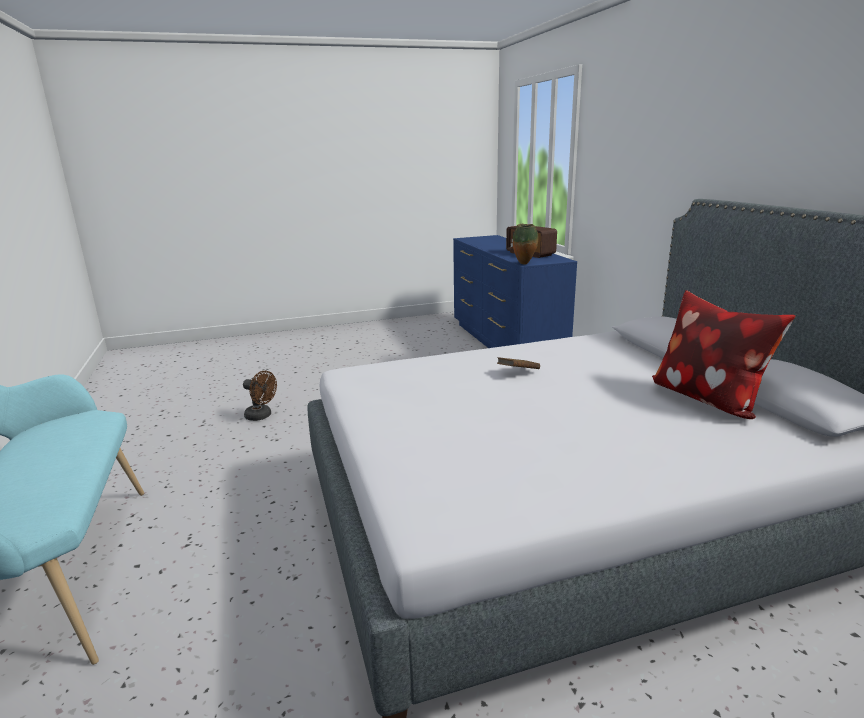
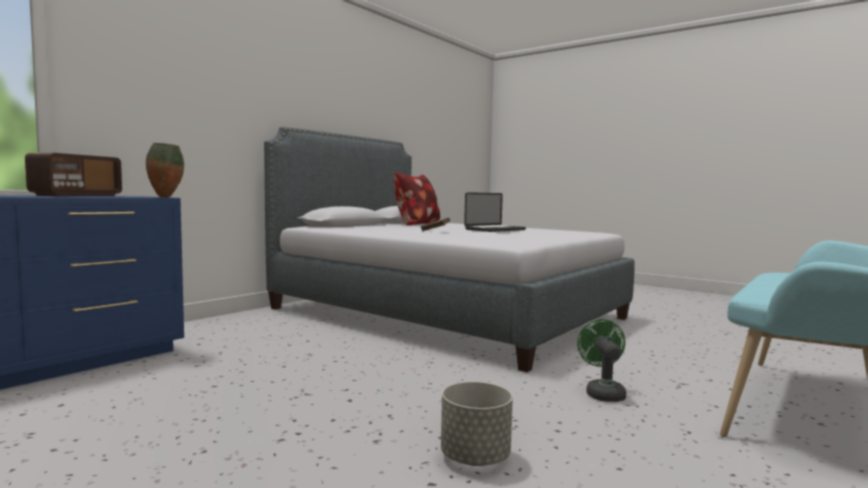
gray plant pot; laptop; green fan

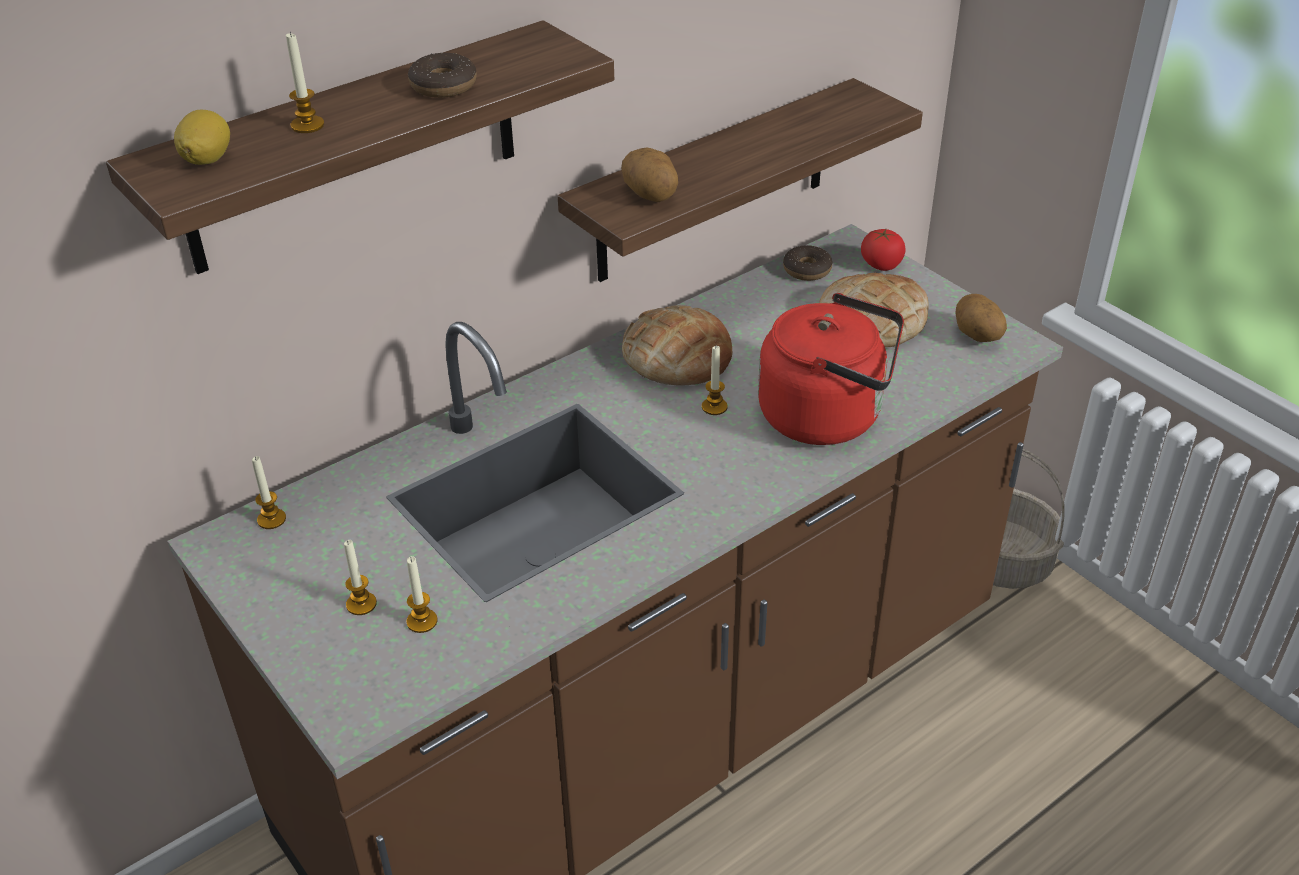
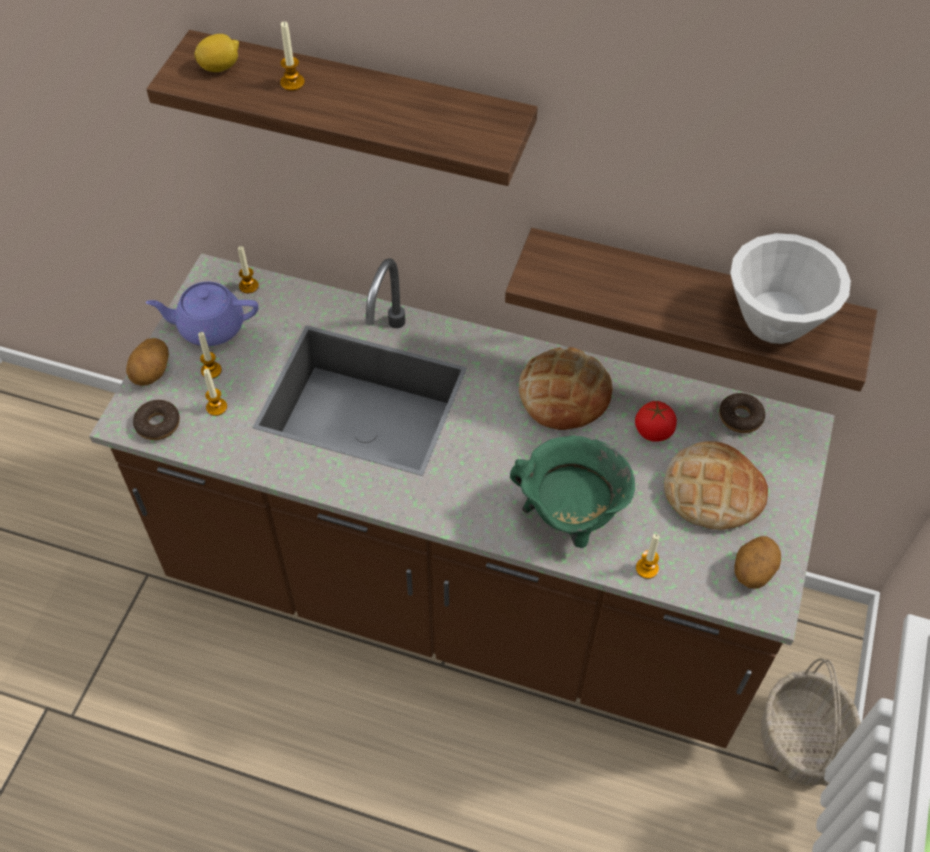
doughnut (1st from left); whole potato (1st from left); wax candle (5th from left); green saucepot; fresh tomato; purple-coloured tea pot; white serving bowl

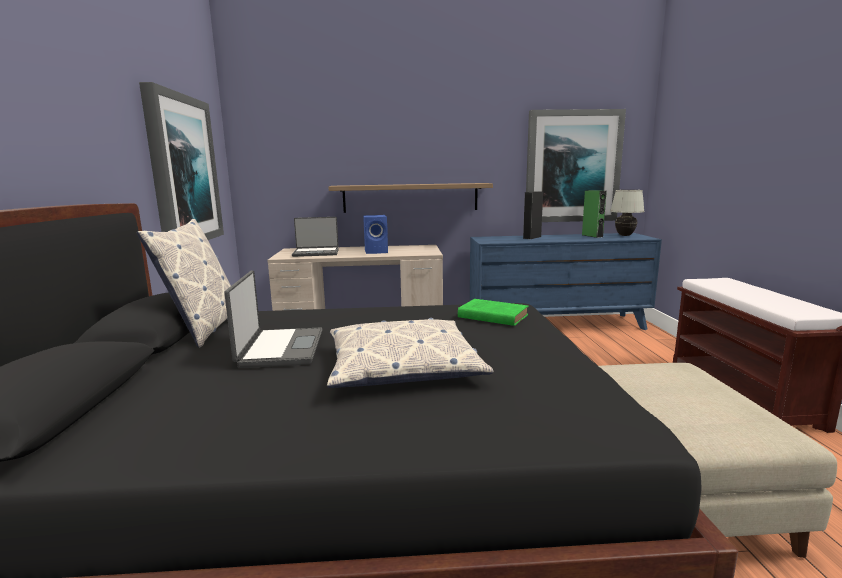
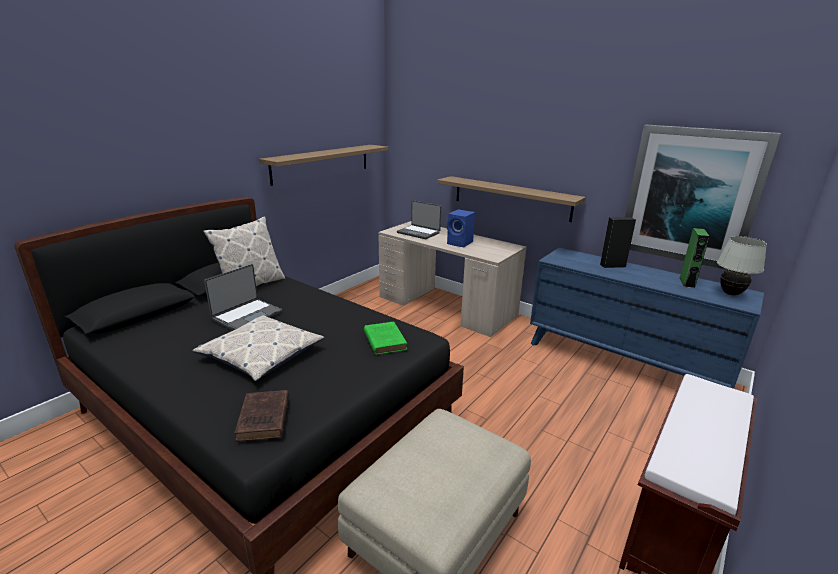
wall shelf (1st from left); brownish book

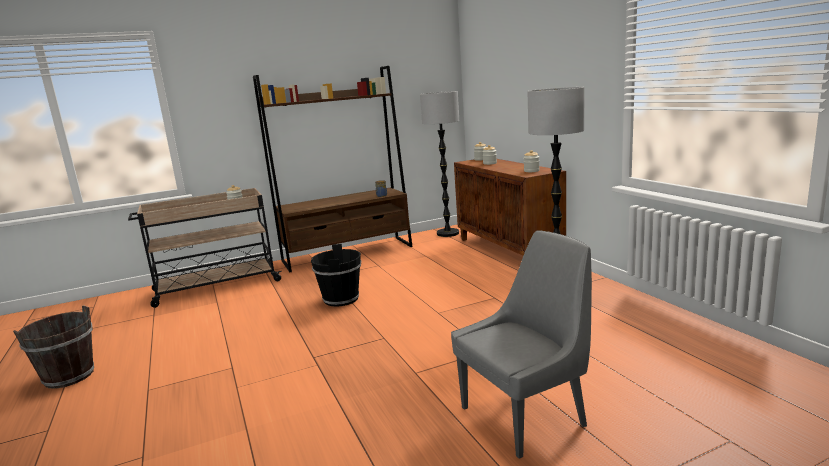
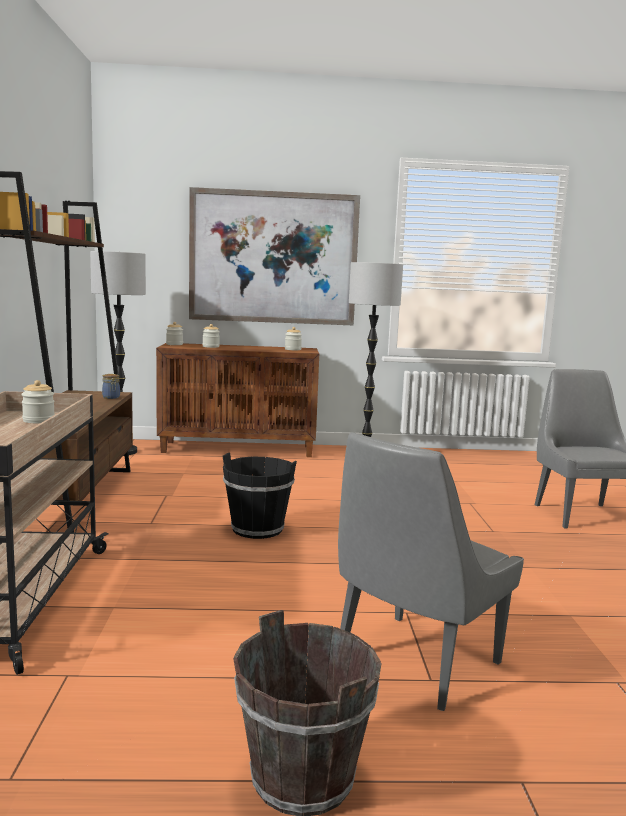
picture; gray upright chair (1st from left)

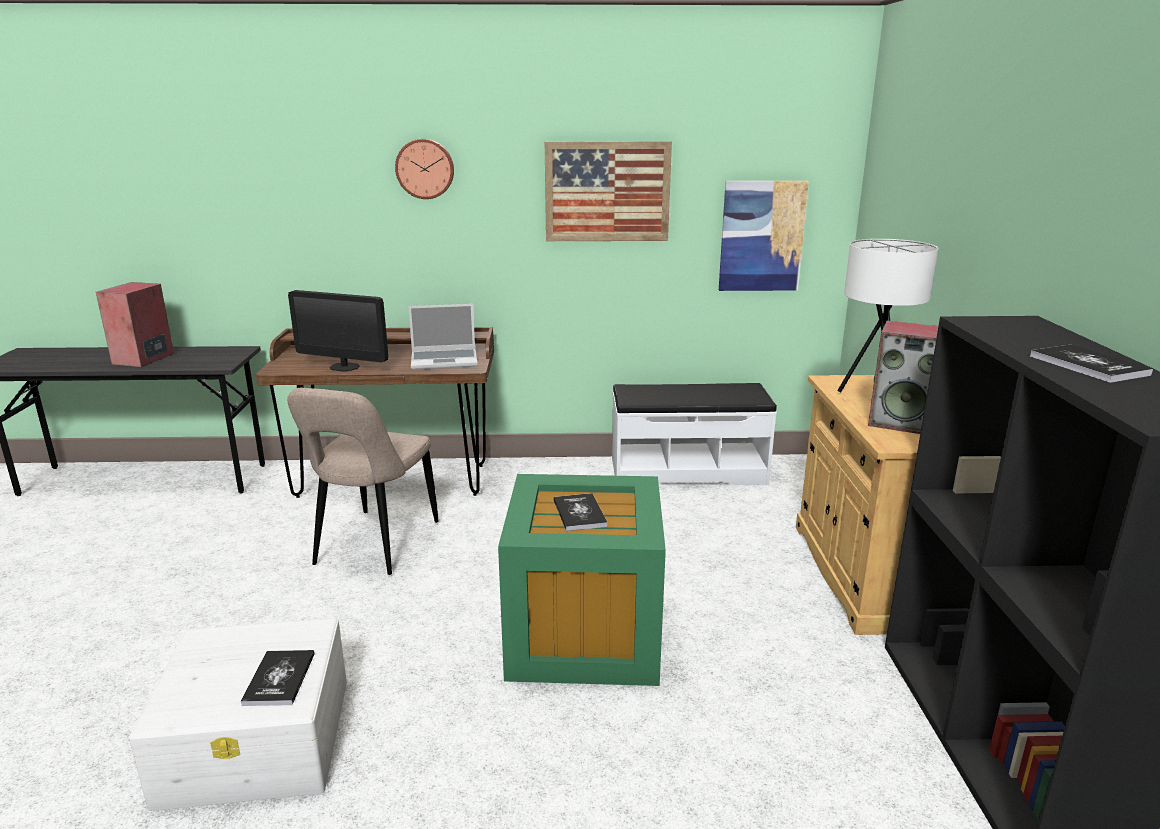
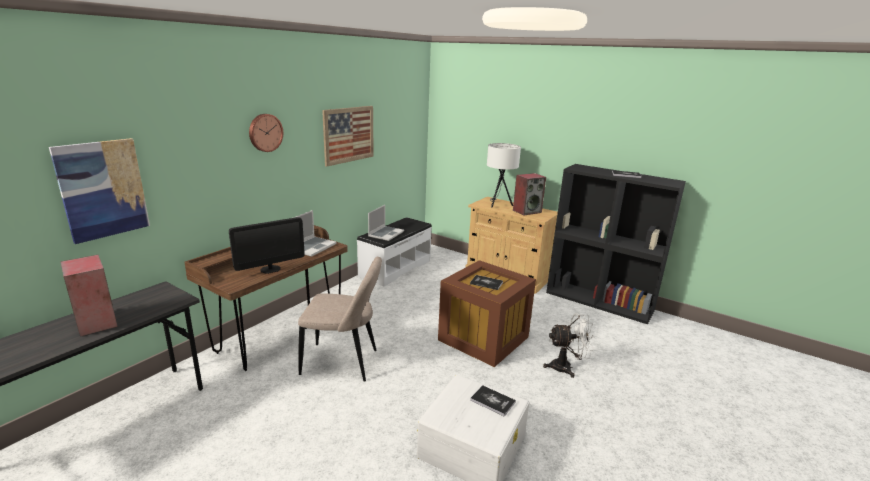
sand-coloured upright chair; brownish storage bin; picture (1st from left); laptop (2nd from left); white fan

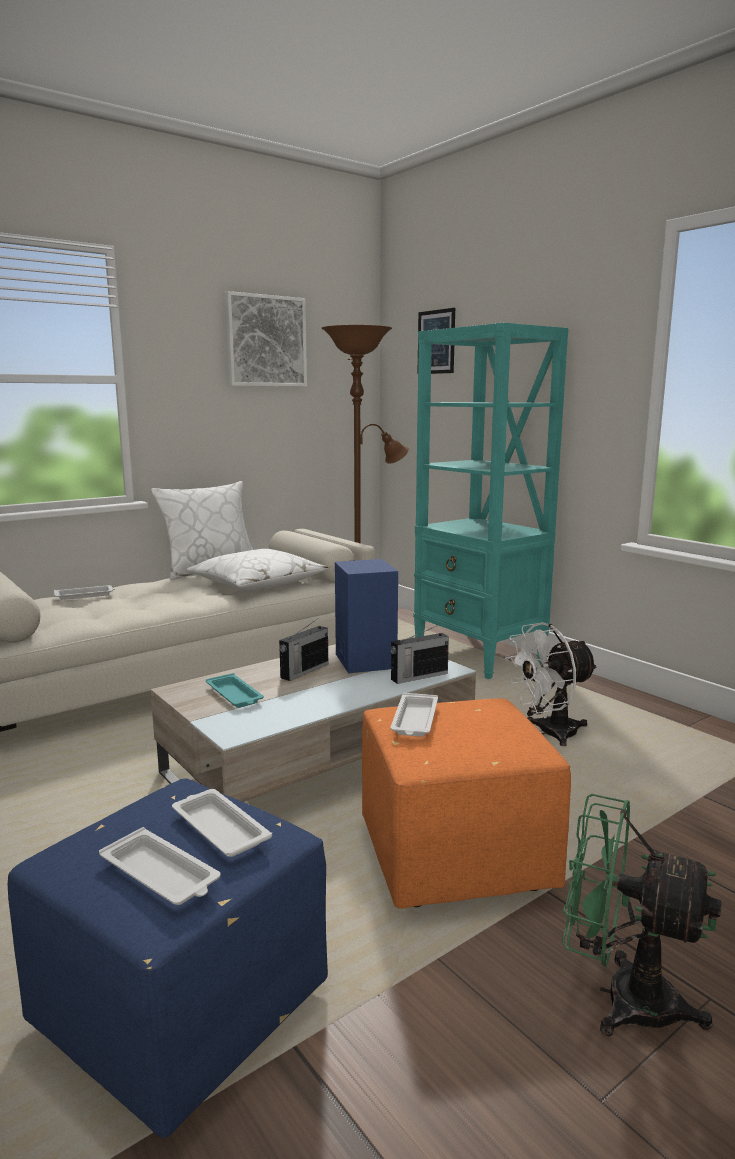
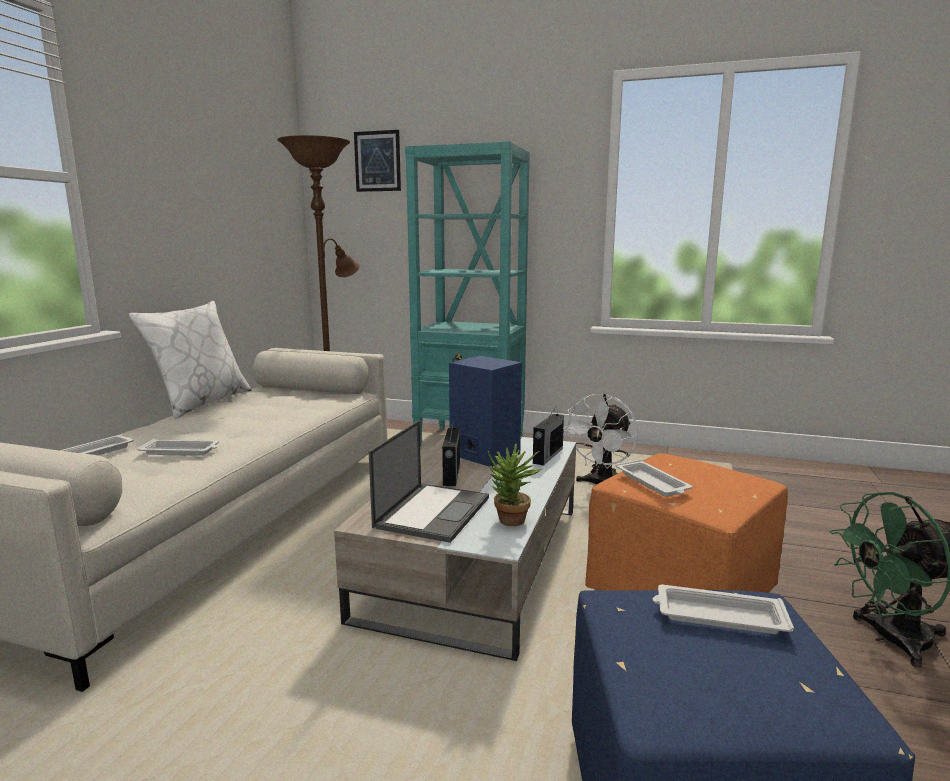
white carrying tray (2nd from left); white throw pillow (2nd from left in the first image); laptop; picture (1st from left in the first image); potted plant

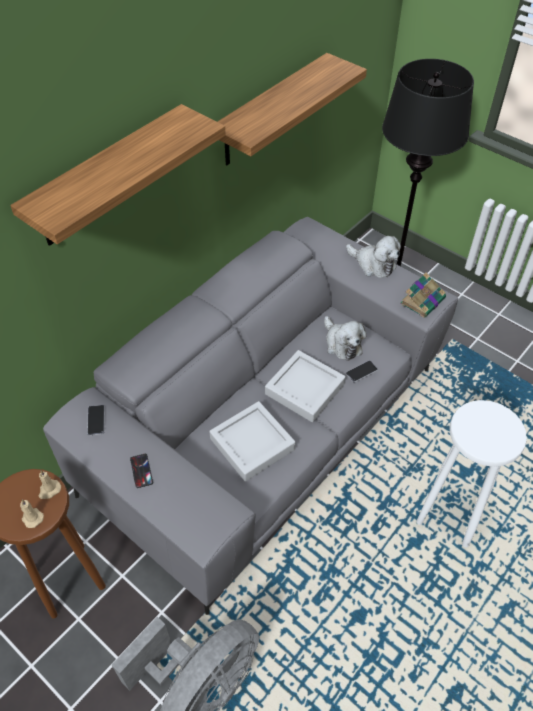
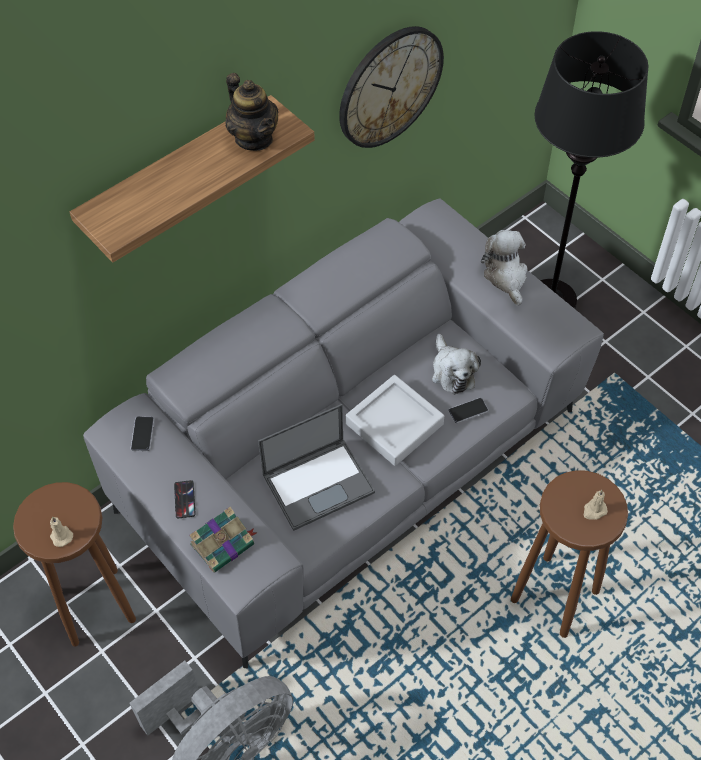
sand-coloured wax candle (2nd from left); laptop; clock on the wall; plush toy (2nd from left); book; brownish stool seat (2nd from left); tea pot

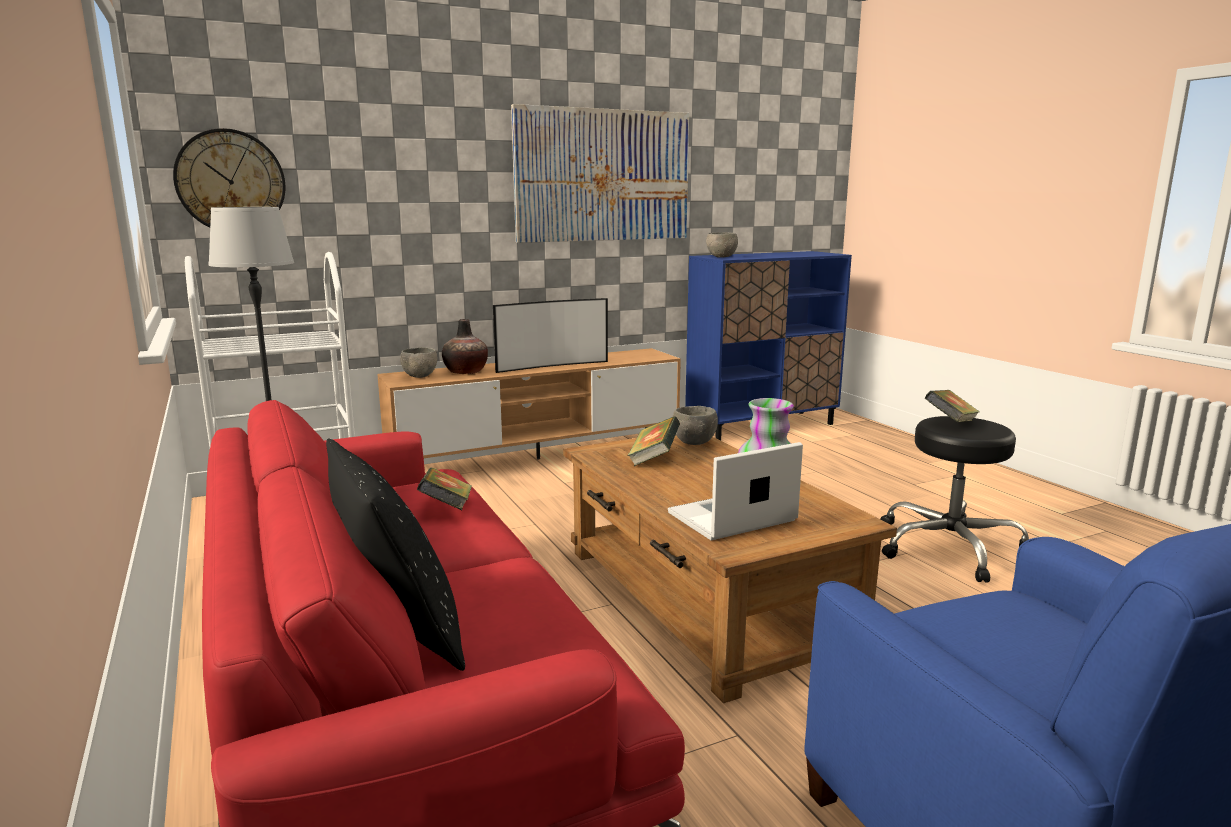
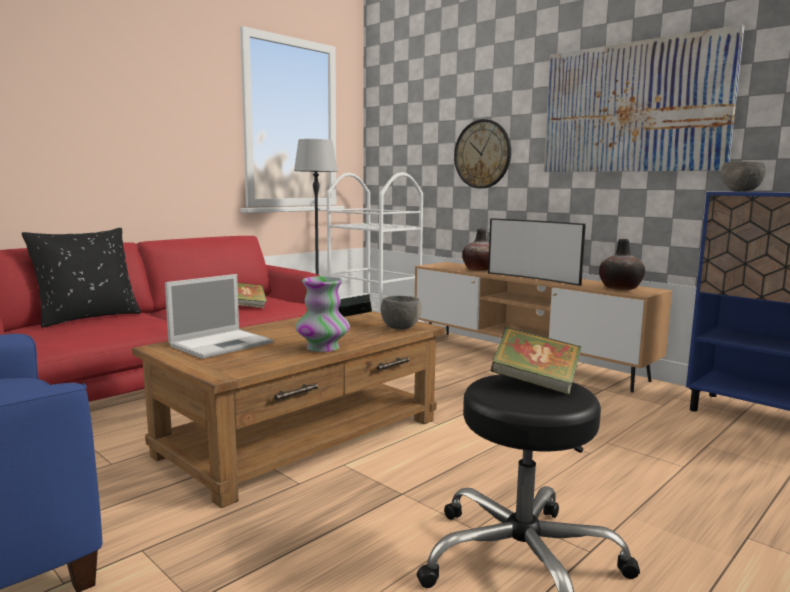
clock on the wall; gray serving bowl (1st from left in the first image); laptop; flower vase (3rd from left)

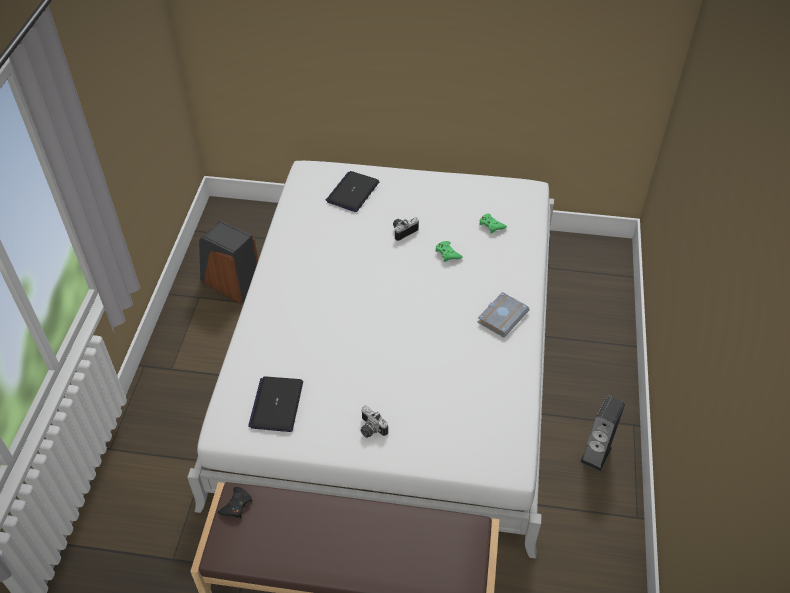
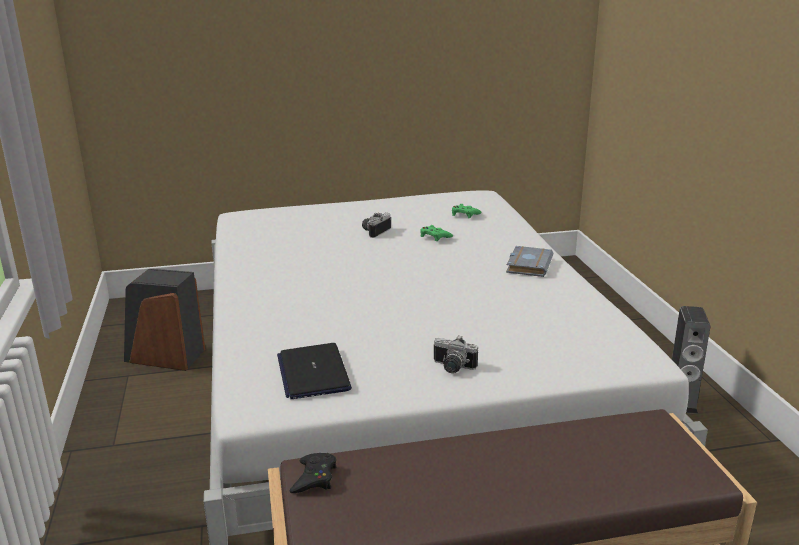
laptop (2nd from left in the first image)

